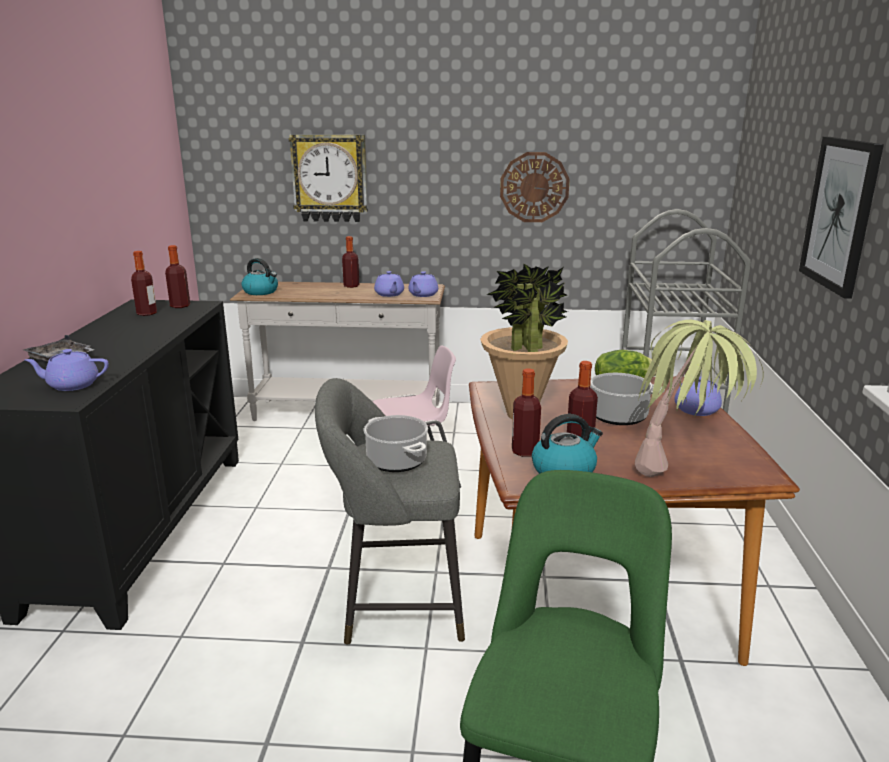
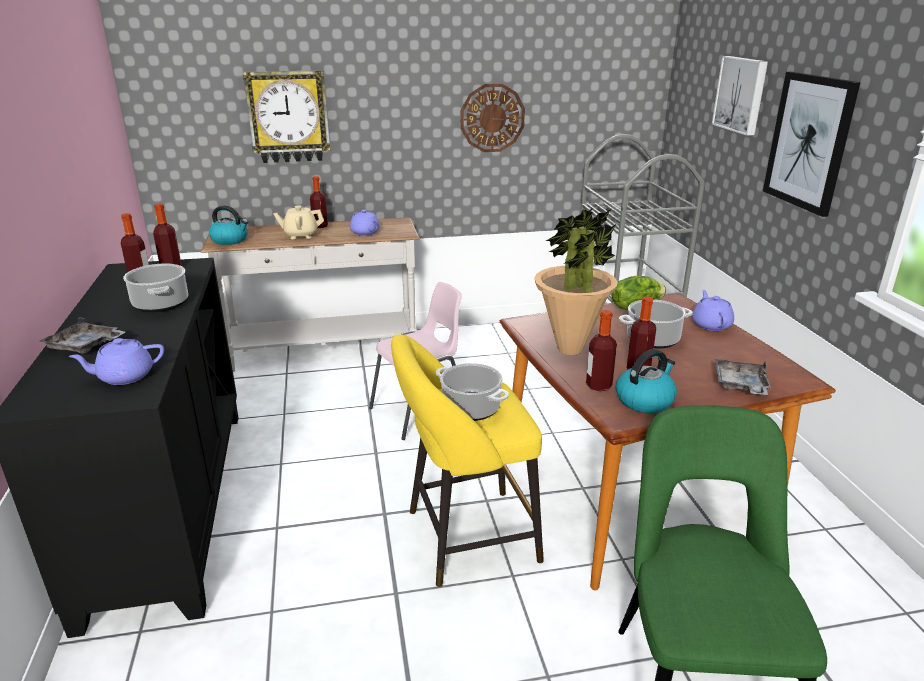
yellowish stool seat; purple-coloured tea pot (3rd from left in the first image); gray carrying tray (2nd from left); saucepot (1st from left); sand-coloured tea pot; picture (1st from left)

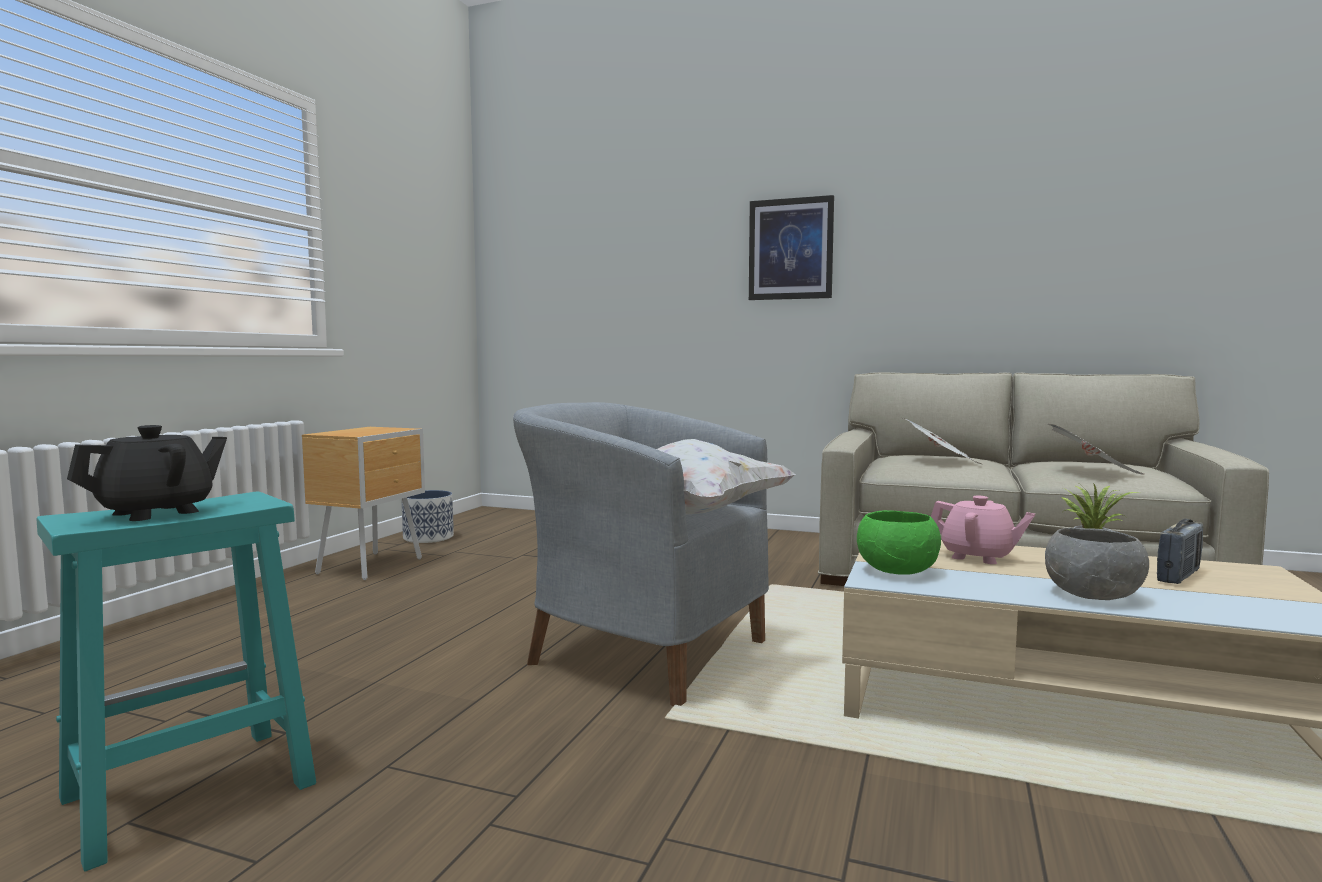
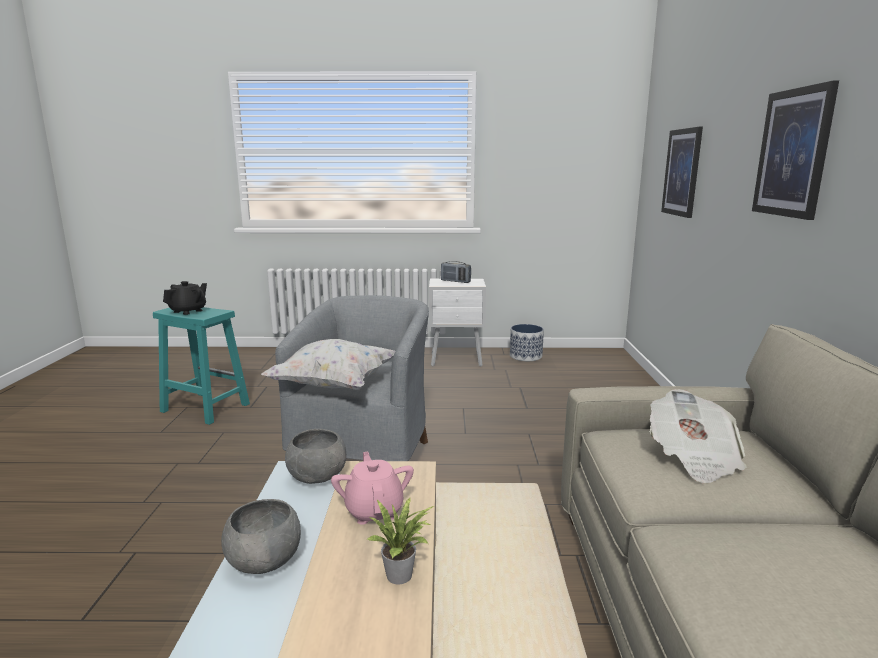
blackish tea pot; white night table; gray serving bowl (2nd from left); pink-coloured tea pot; newspaper (2nd from left in the first image); radio set; picture (1st from left)

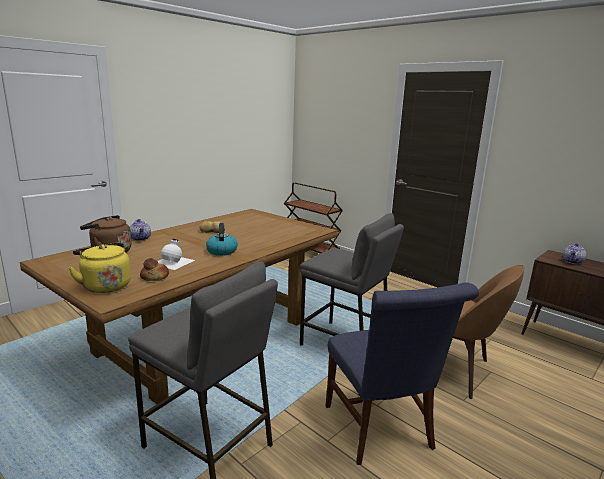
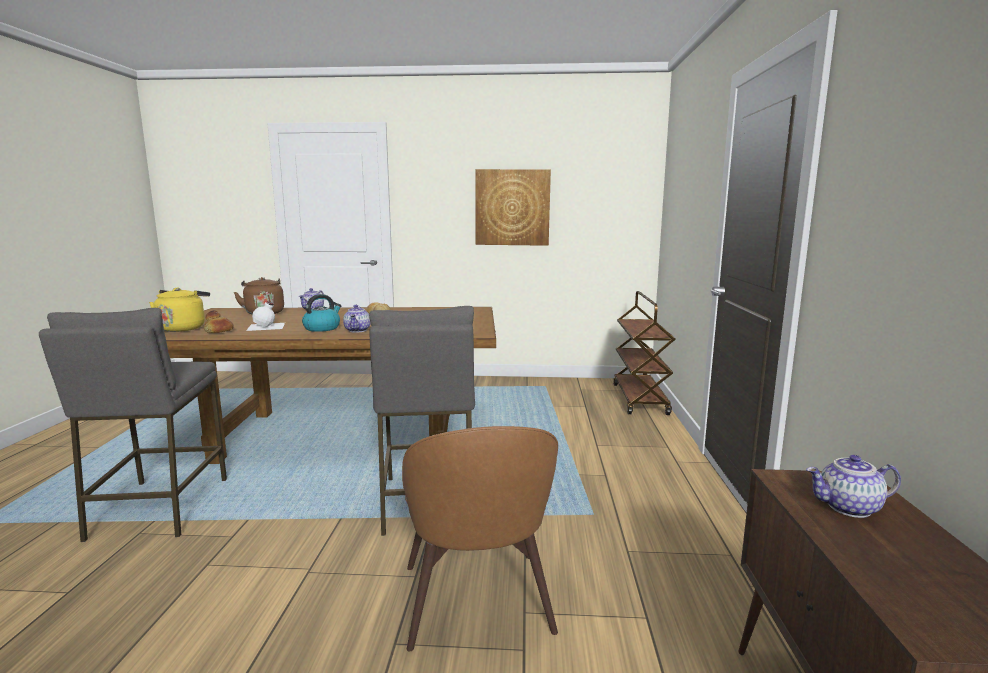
blue upright chair; tea pot (2nd from left); picture

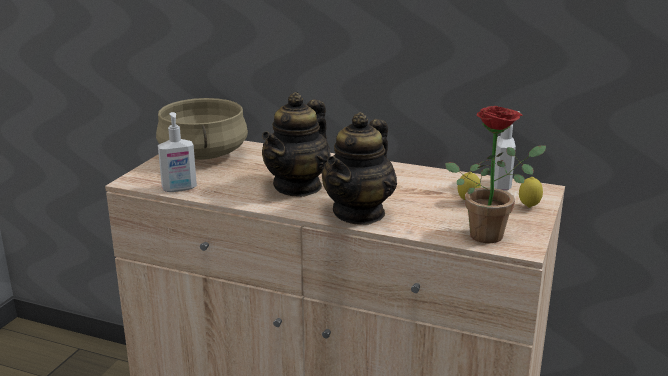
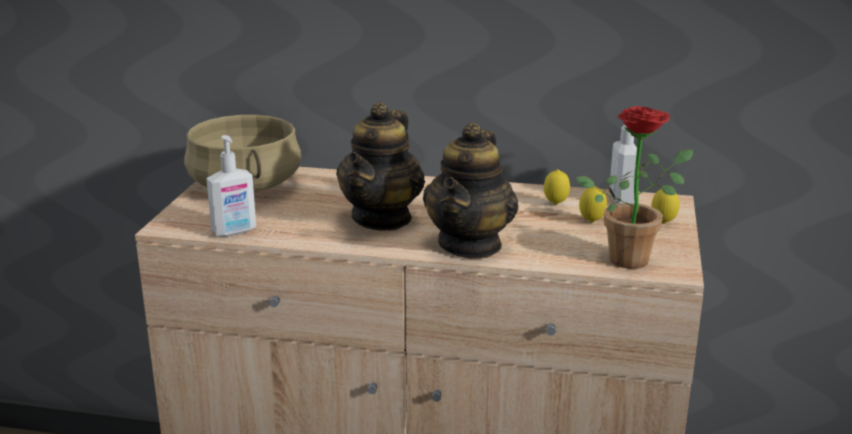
citrus fruit (1st from left)

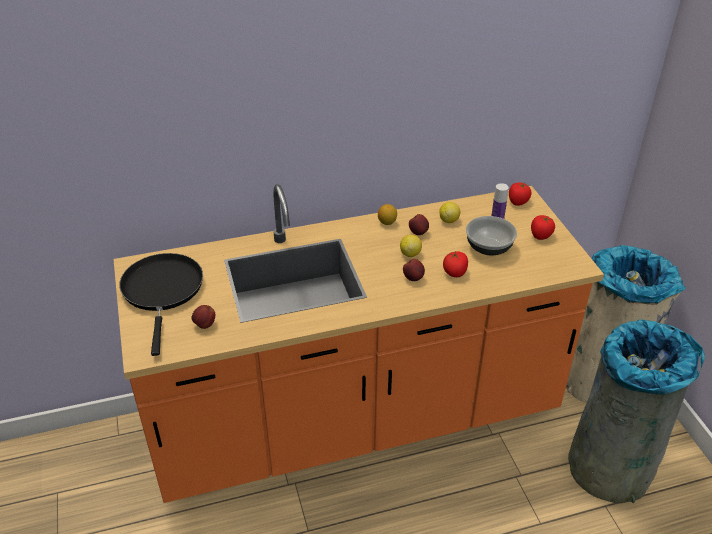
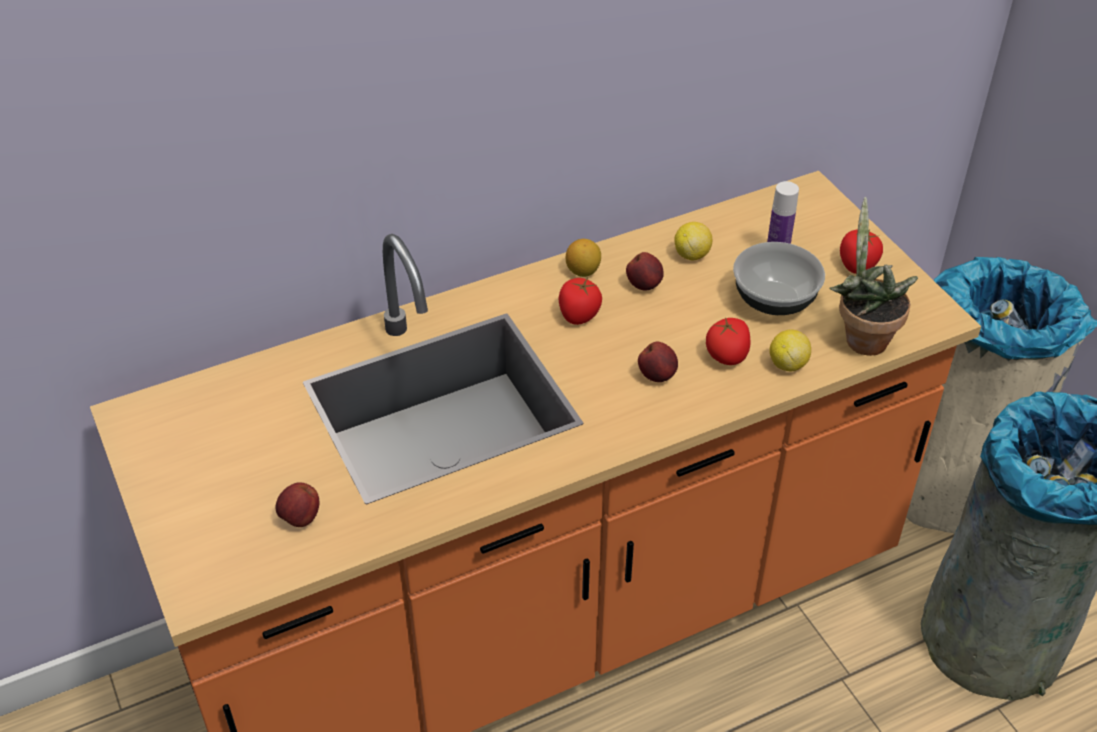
blackish skillet; citrus fruit (3rd from left); fresh tomato (1st from left); potted plant

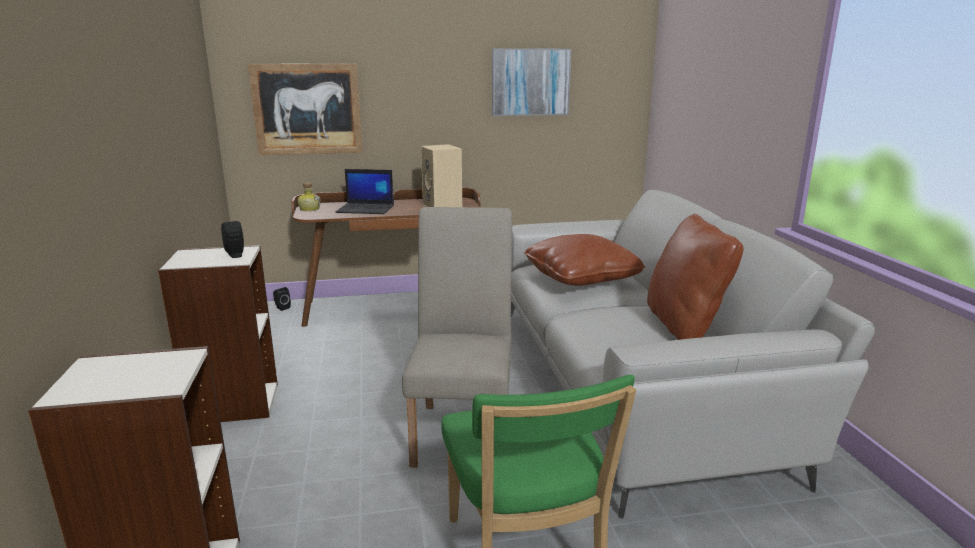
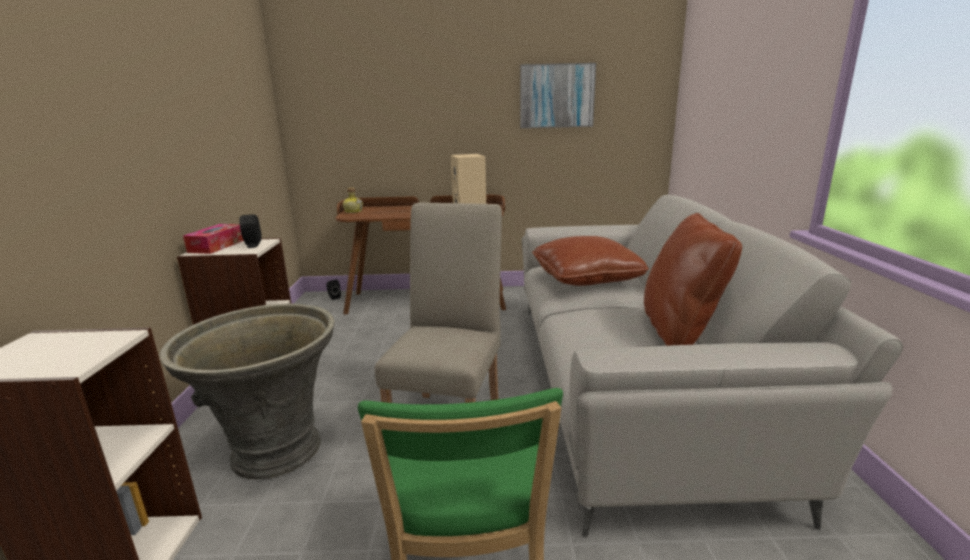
picture (1st from left in the first image); laptop; gray plant pot; tissue holder

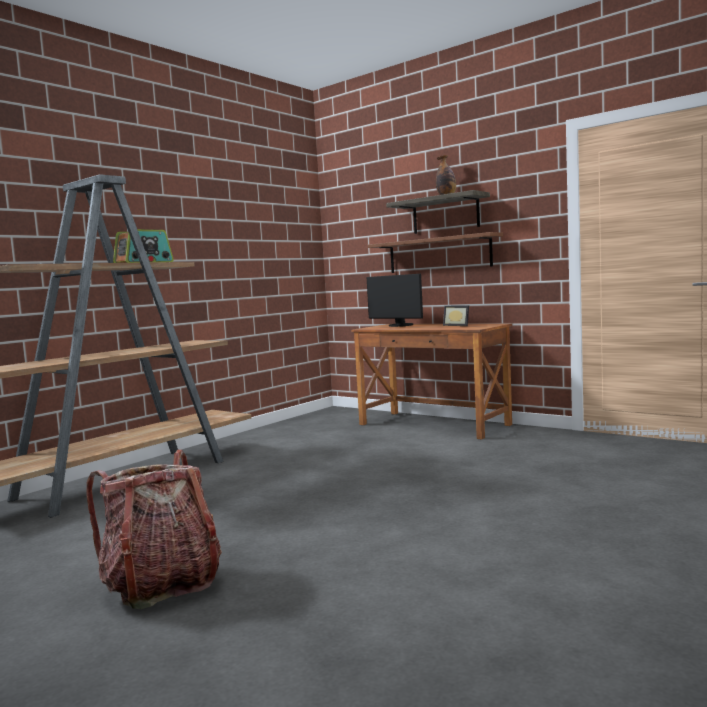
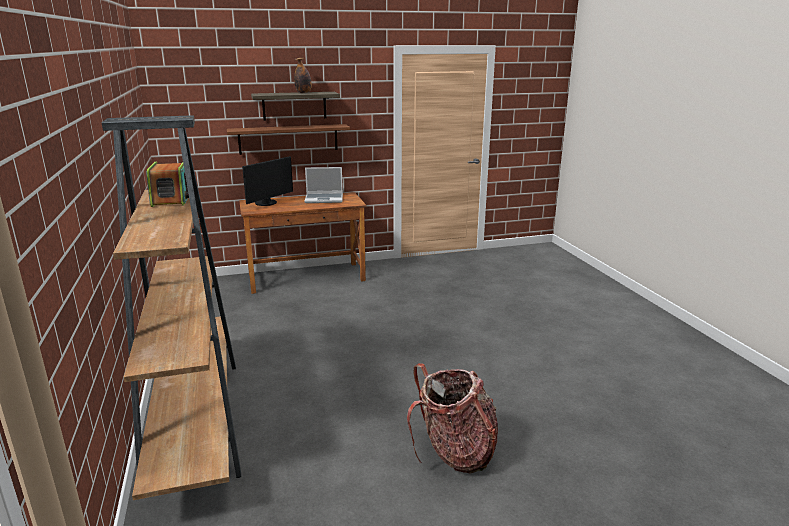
computer screen; laptop

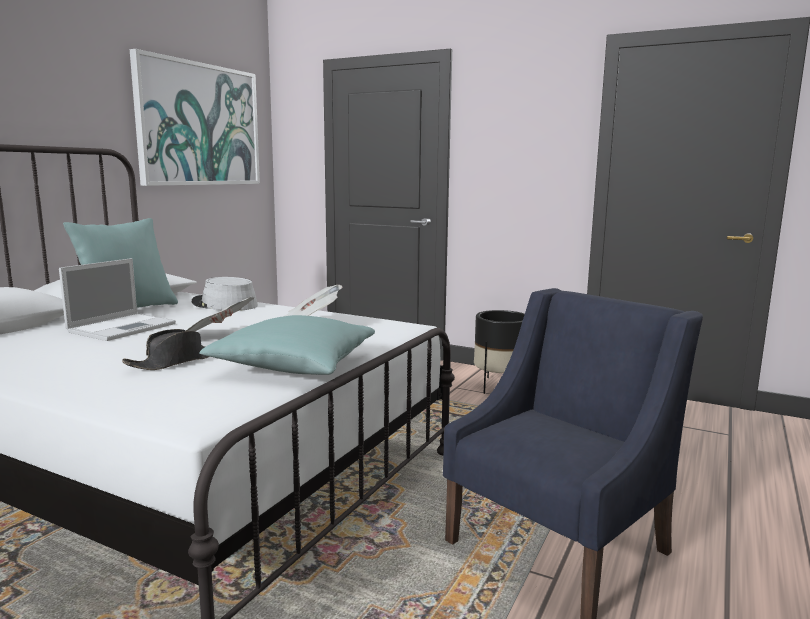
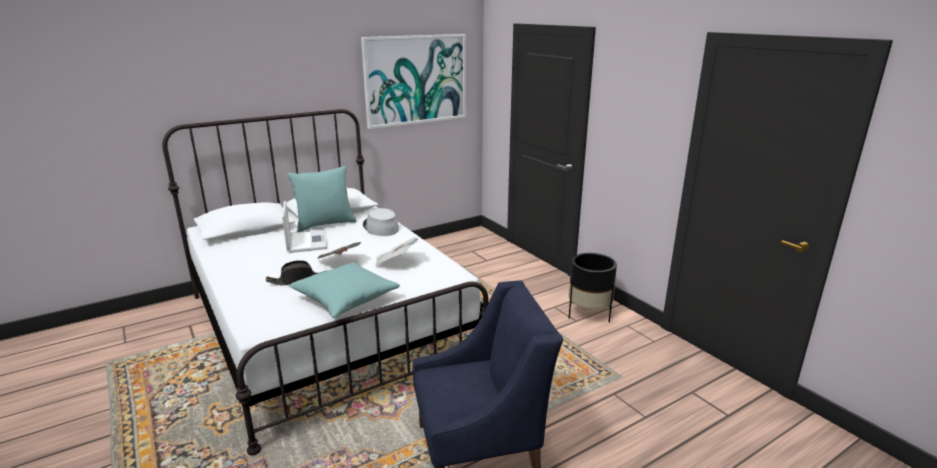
laptop

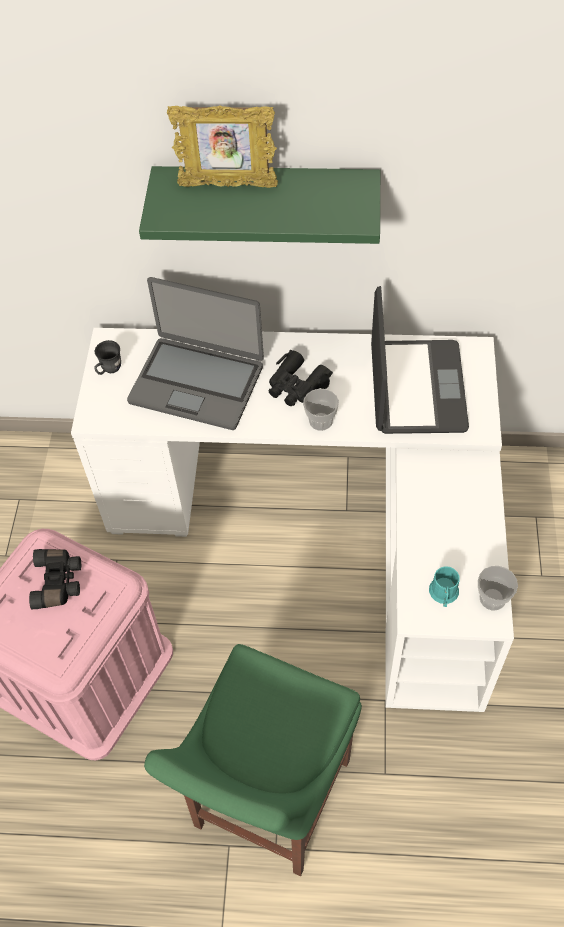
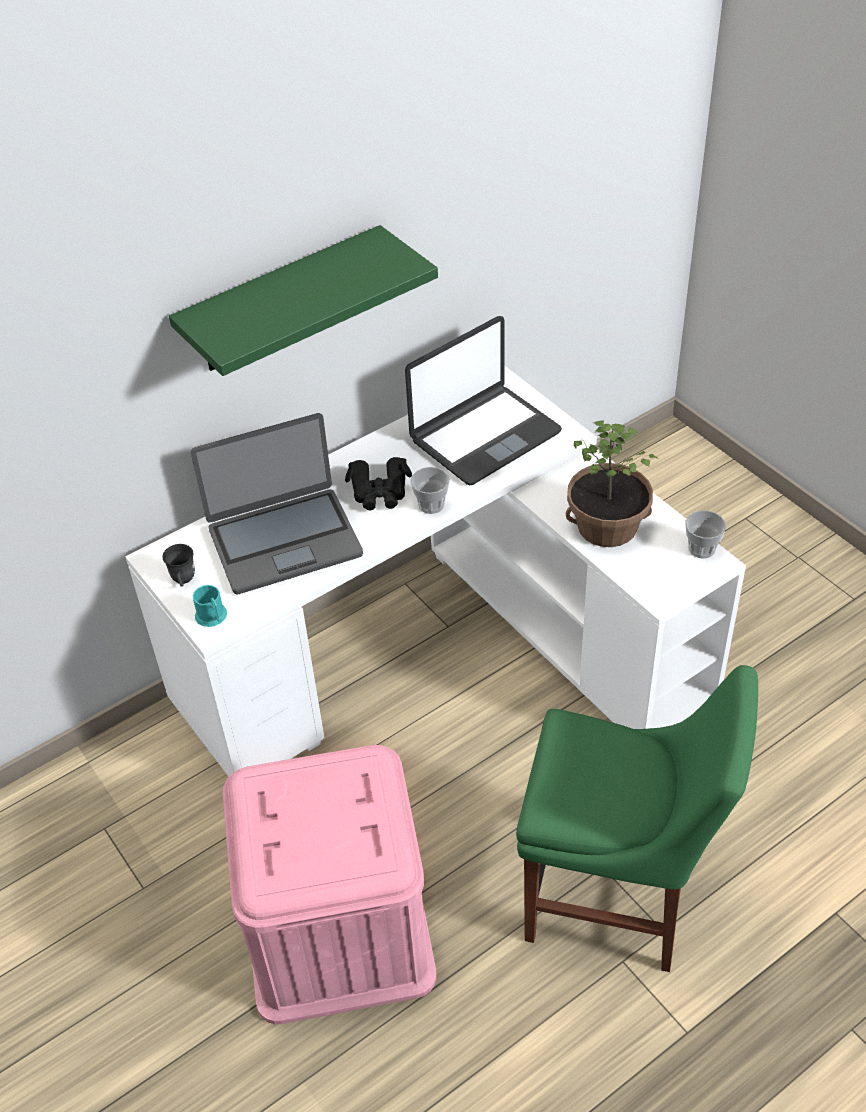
blackish pair of binoculars (1st from left in the first image); green upright chair; standing frame; laptop (2nd from left); turquoise-coloured coffee mug; potted plant

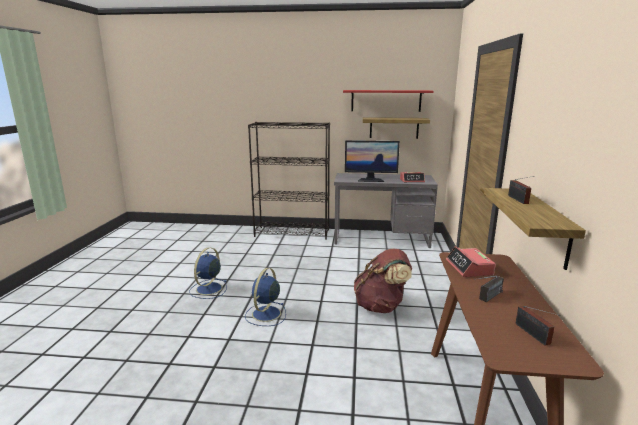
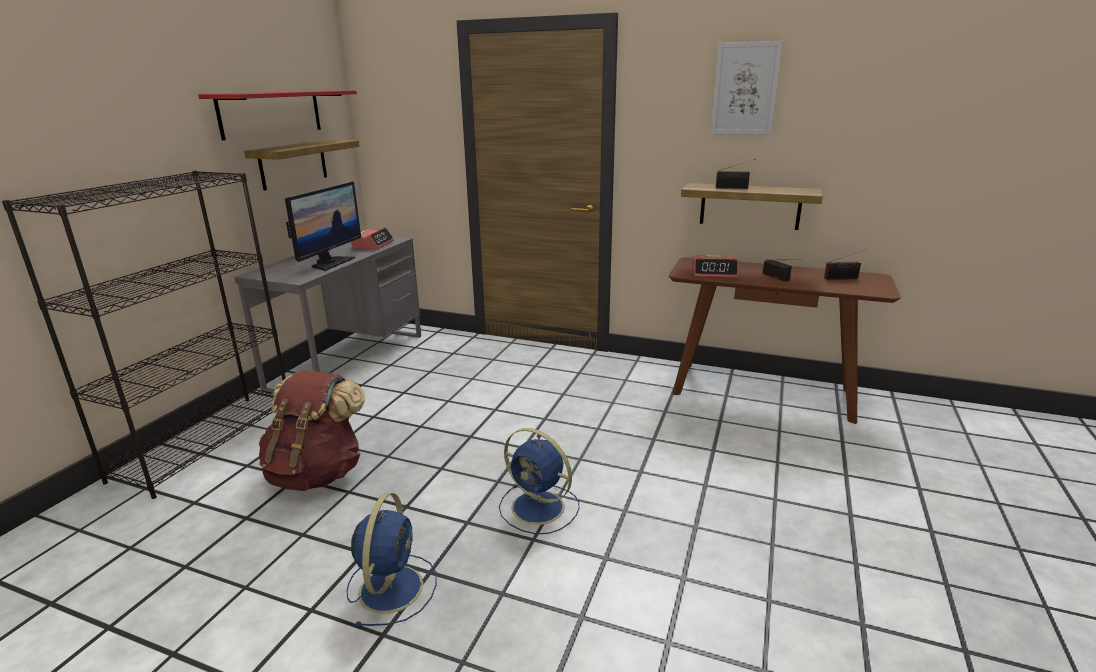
blue fan (1st from left); brownish rucksack; picture

